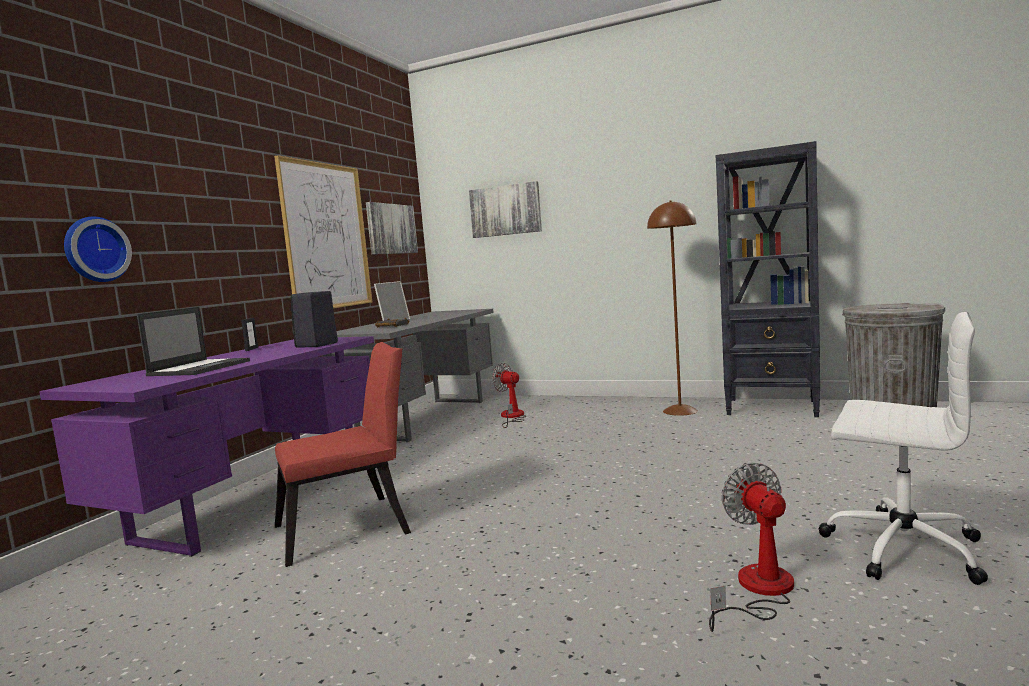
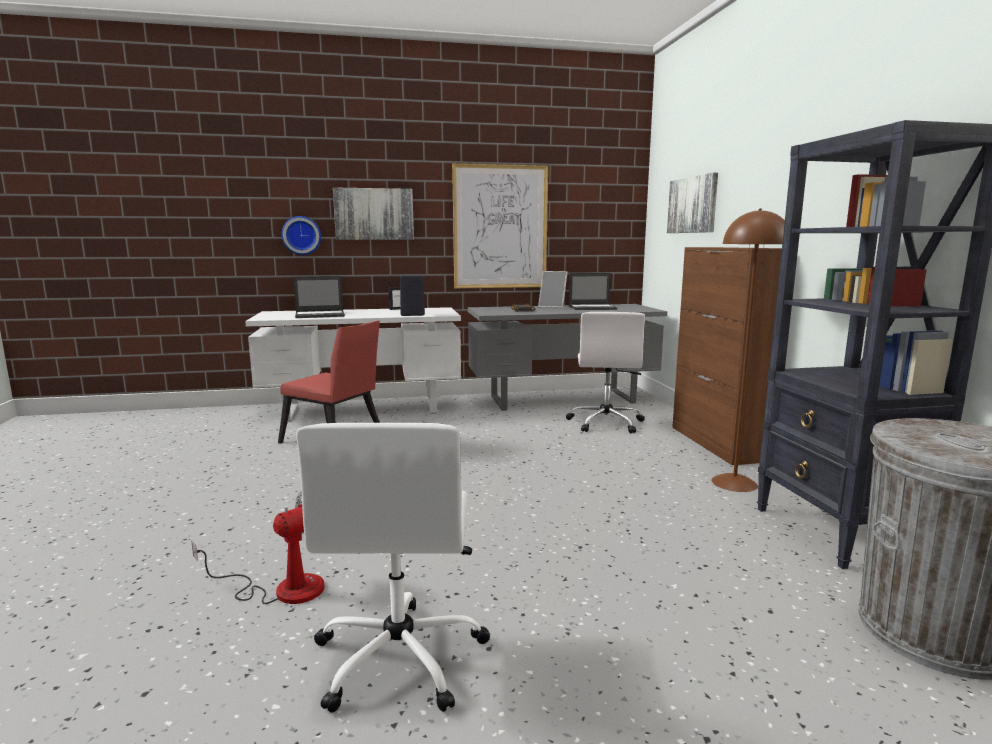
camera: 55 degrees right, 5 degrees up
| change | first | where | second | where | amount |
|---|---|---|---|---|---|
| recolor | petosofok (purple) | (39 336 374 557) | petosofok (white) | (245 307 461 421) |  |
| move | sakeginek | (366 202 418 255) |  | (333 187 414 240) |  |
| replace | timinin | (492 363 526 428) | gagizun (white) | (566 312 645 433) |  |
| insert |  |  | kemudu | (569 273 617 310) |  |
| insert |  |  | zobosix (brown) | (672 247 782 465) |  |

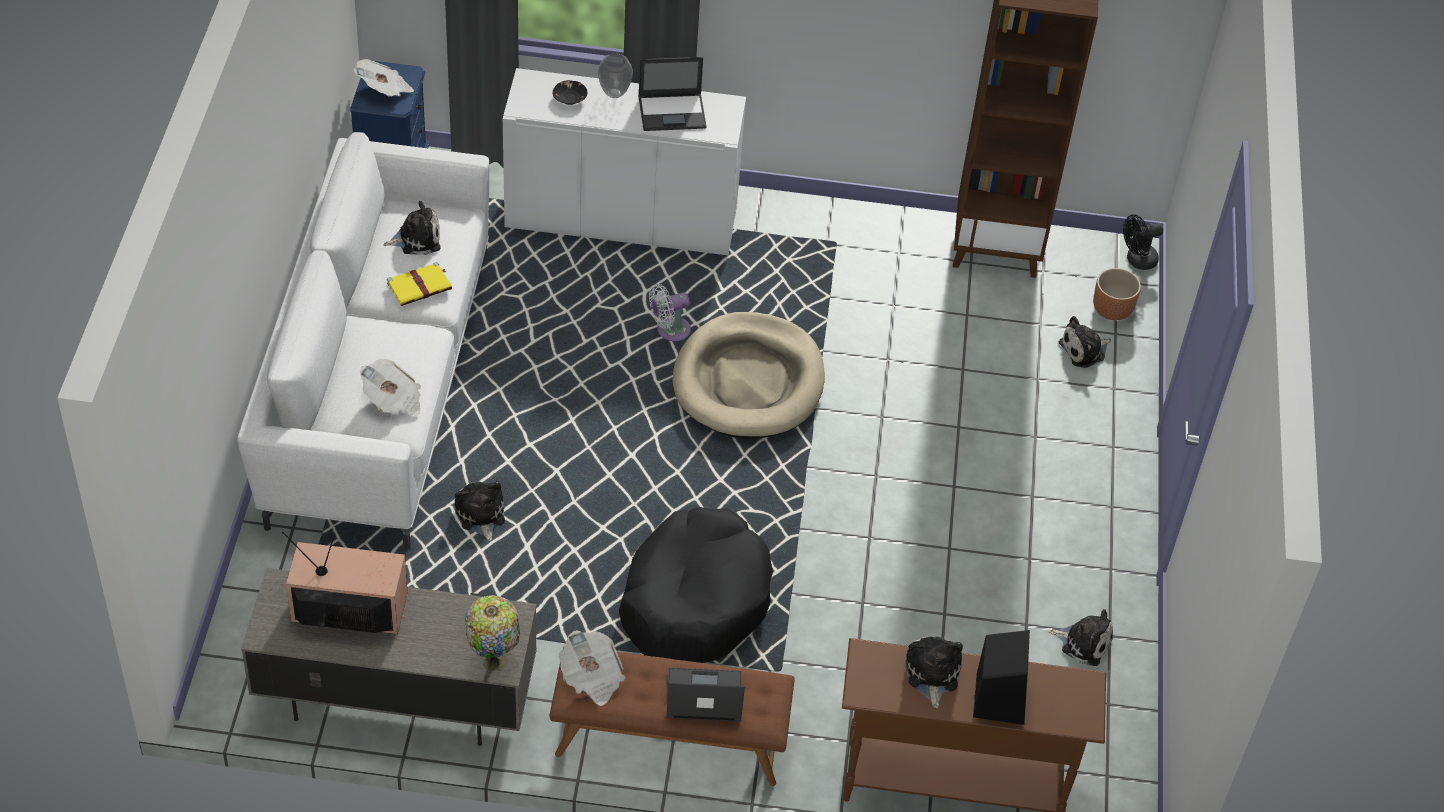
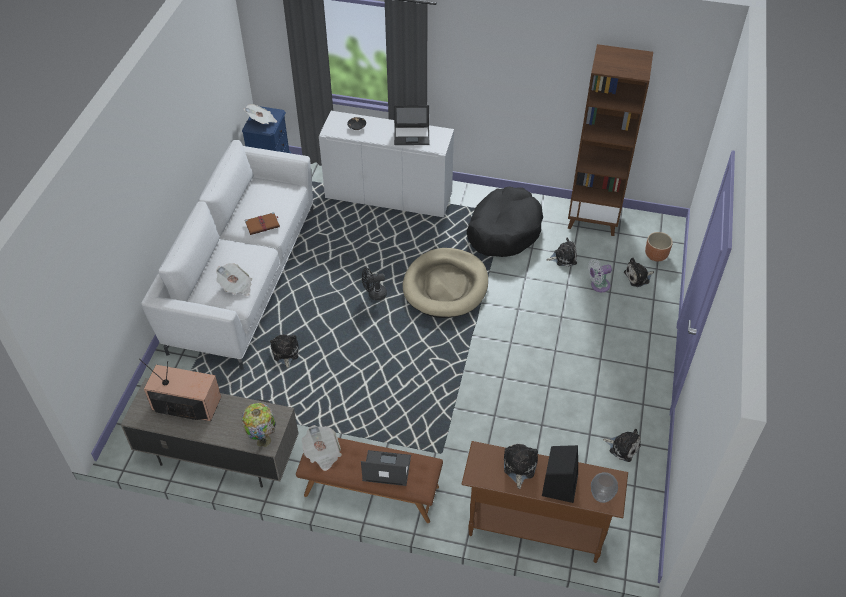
camera: 10 degrees right, 0 degrees up
| change | first | where | second | where | amount |
|---|---|---|---|---|---|
| recolor | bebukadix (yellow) | (387 262 452 306) | bebukadix (brown) | (245 212 280 235) |  |
| move | timinin (black) | (1123 214 1164 270) |  | (362 268 387 300) |  |
| move | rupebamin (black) | (619 507 773 663) |  | (467 187 543 257) |  |
| move | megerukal | (383 201 441 255) |  | (546 237 577 266) |  |
| move | timinin (white) | (649 284 691 341) |  | (588 259 612 292) |  |
| move | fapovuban | (598 54 633 98) |  | (591 472 618 503) |  |

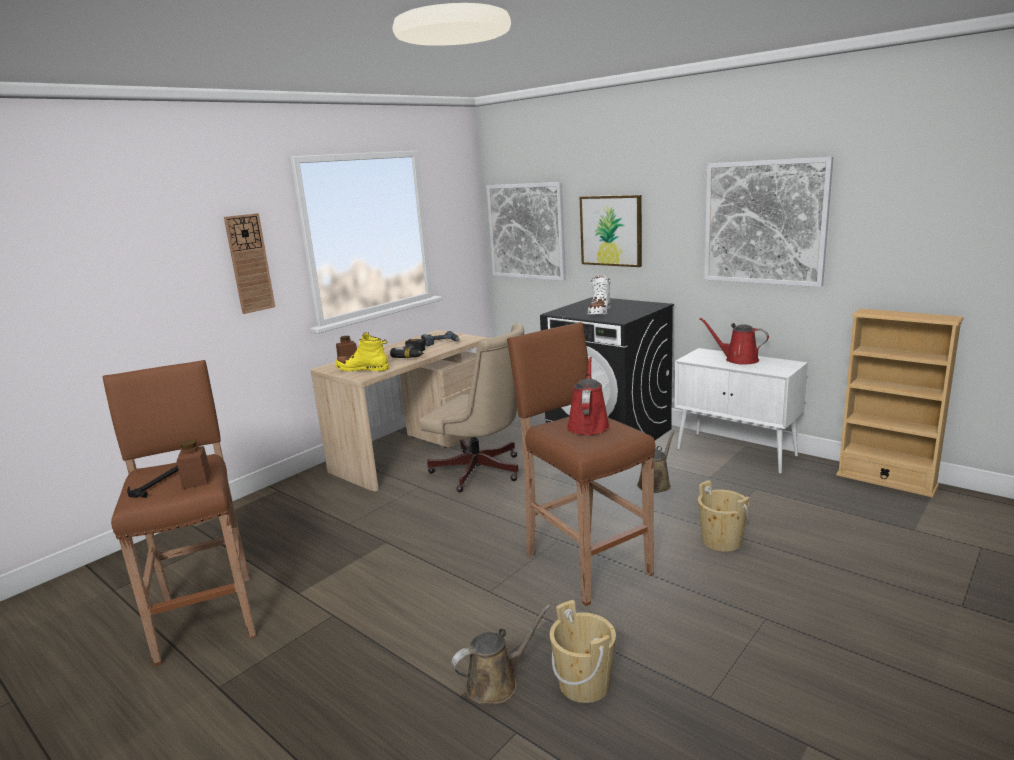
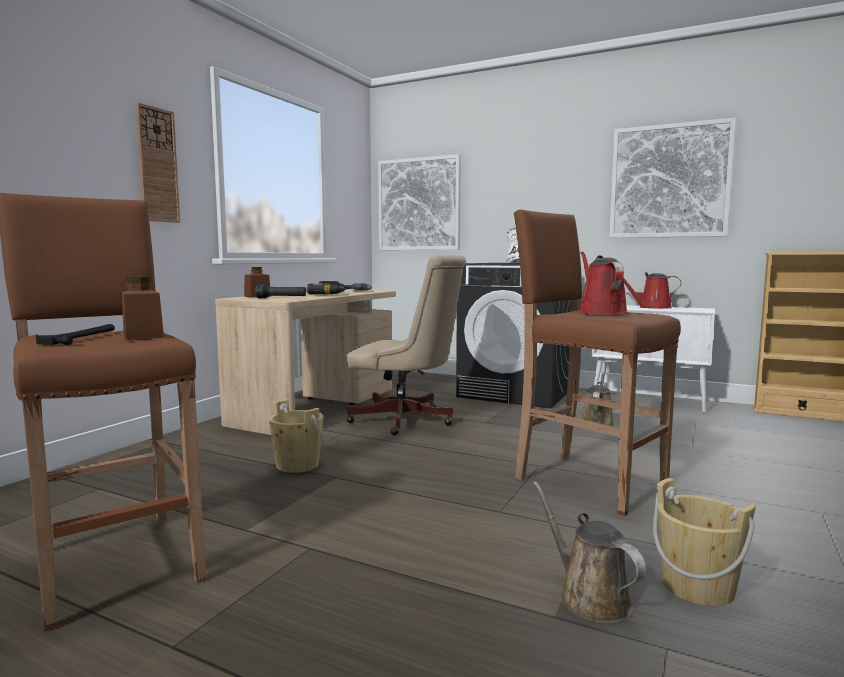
camera: 15 degrees left, 10 degrees down
| change | first | where | second | where | amount |
|---|---|---|---|---|---|
| replace | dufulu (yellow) | (335 332 389 371) | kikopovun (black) | (256 284 306 299) |  |
| move | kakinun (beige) | (698 480 750 552) |  | (269 399 324 473) |  |
| rotate | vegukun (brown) | (451 605 551 704) |  | (533 481 646 623) | 75 degrees counterclockwise |
| delete | sakeginek | (580 195 642 267) |  |  |  |

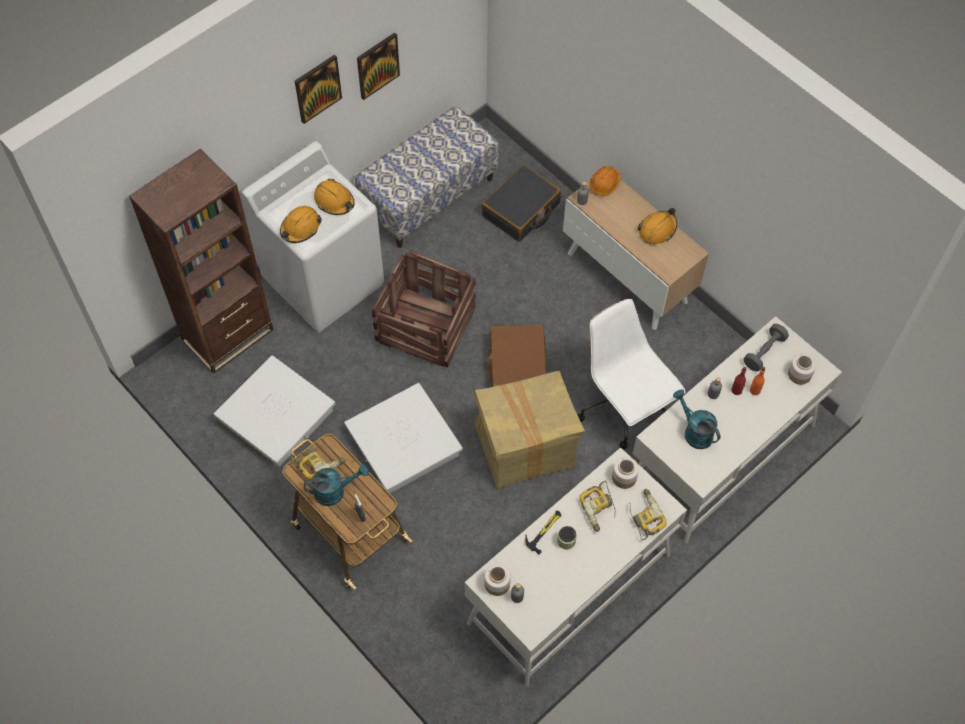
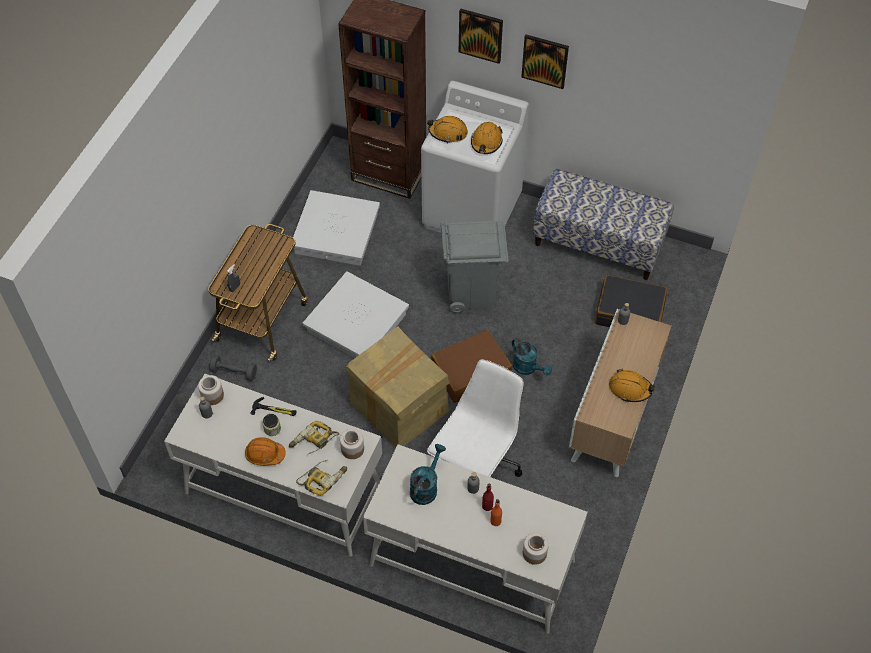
camera: 65 degrees right, 5 degrees down
| change | first | where | second | where | amount |
|---|---|---|---|---|---|
| move | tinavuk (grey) | (744 324 789 371) |  | (209 355 257 381) |  |
| move | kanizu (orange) | (589 166 621 196) |  | (245 437 286 466) |  |
| replace | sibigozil | (372 251 476 367) | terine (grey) | (440 221 509 314) |  |
| move | sakeginek | (357 32 400 100) |  | (459 9 503 64) |  |
| move | vegukun (turquoise) | (304 464 369 506) |  | (512 338 552 376) |  |
| delete | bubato | (291 446 346 479) |  |  |  |

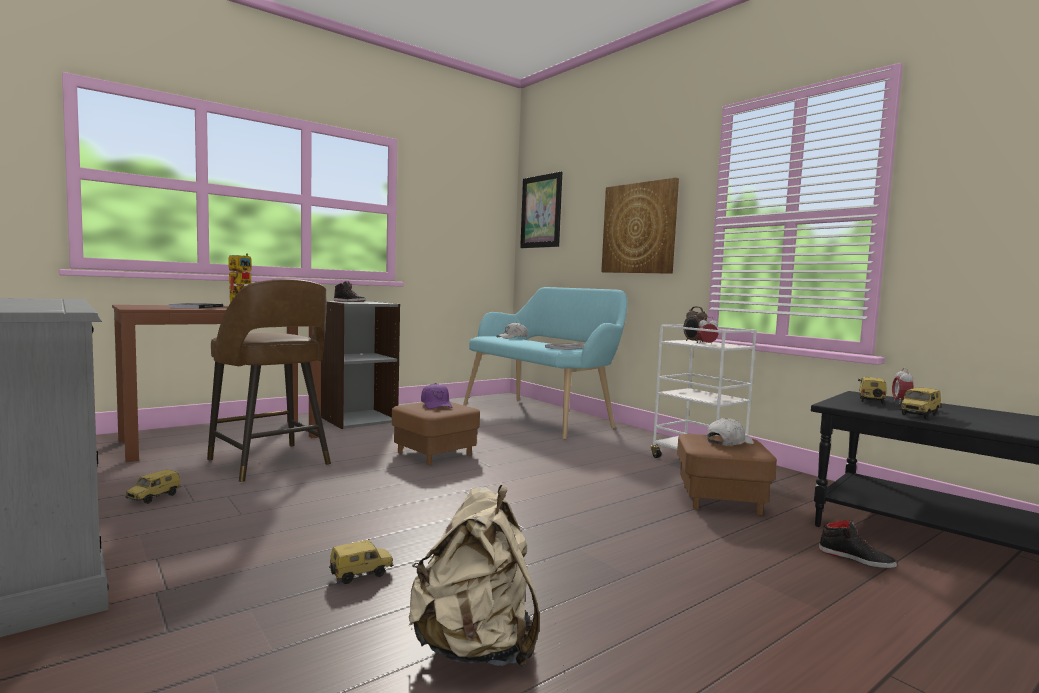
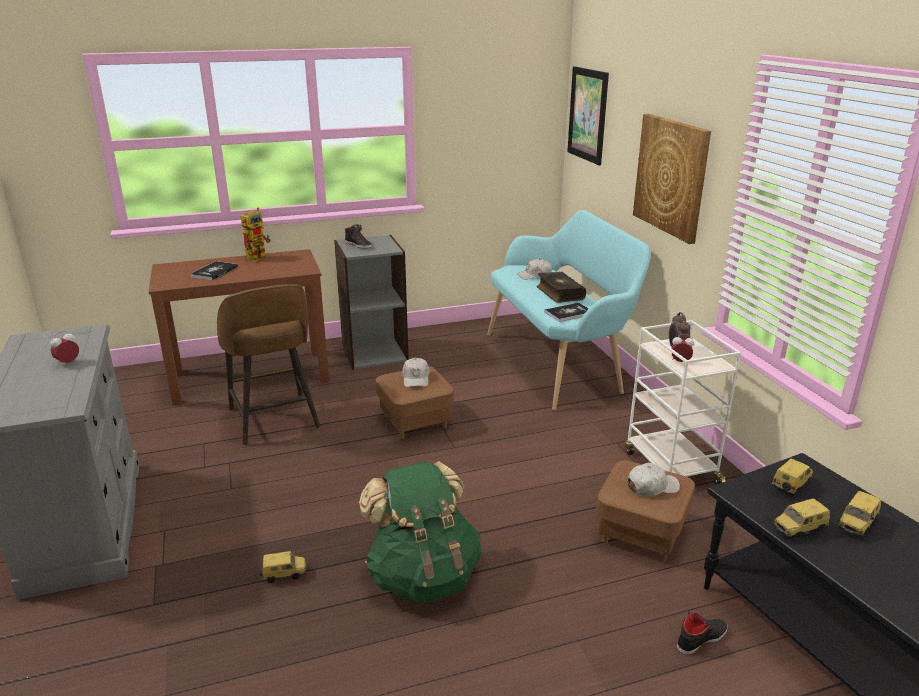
camera: 20 degrees right, 20 degrees up
| change | first | where | second | where | amount |
|---|---|---|---|---|---|
| move | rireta | (892 368 914 404) |  | (50 331 79 364) |  |
| insert |  |  | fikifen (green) | (359 461 481 603) |  |
| recolor | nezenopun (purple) | (421 383 452 409) | nezenopun (white) | (402 358 429 387) |  |
| insert |  |  | bebukadix | (537 272 586 303) |  |
| rotate | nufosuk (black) | (819 520 897 568) |  | (677 611 728 655) | 90 degrees counterclockwise |
| move | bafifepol | (125 470 181 504) |  | (838 491 881 537) |  |
| delete | fikifen (beige) | (409 485 540 667) |  |  |  |

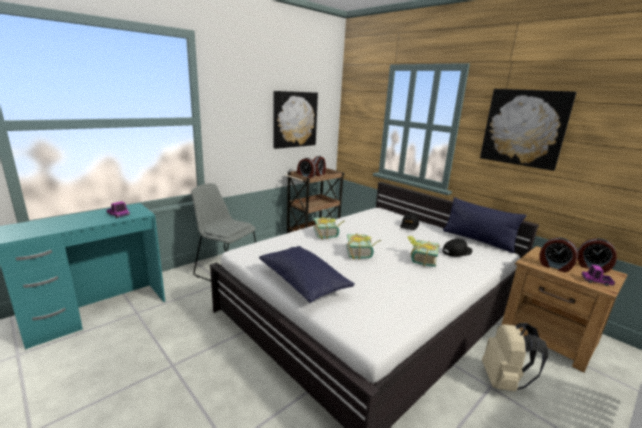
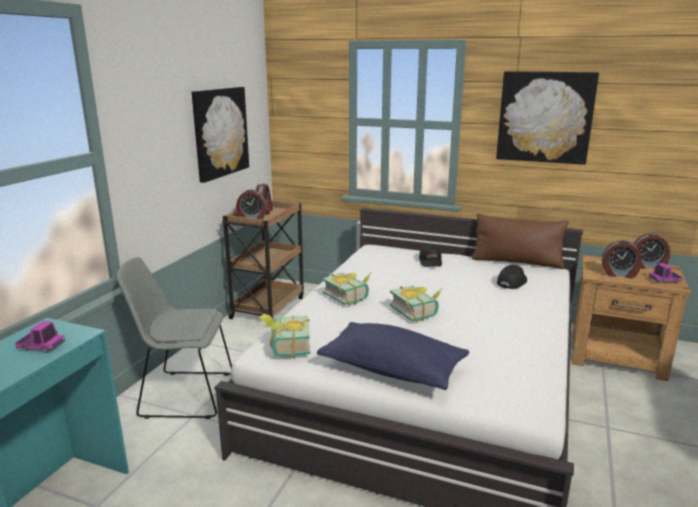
camera: 25 degrees left, 0 degrees up
| change | first | where | second | where | amount |
|---|---|---|---|---|---|
| move | bebukadix | (407 236 440 267) |  | (259 314 310 358) |  |
| recolor | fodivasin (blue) | (443 197 526 253) | fodivasin (brown) | (472 213 569 269) |  |
| delete | fikifen (beige) | (482 323 548 392) |  |  |  |

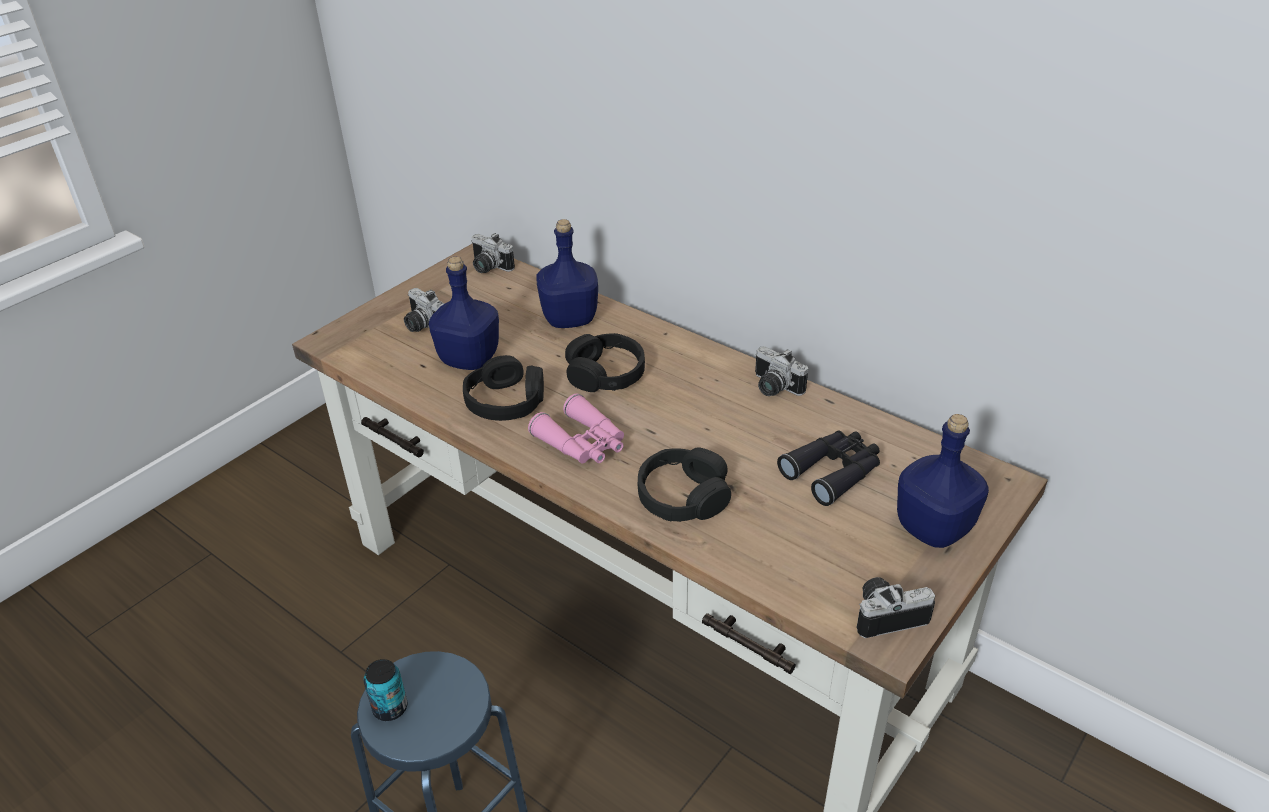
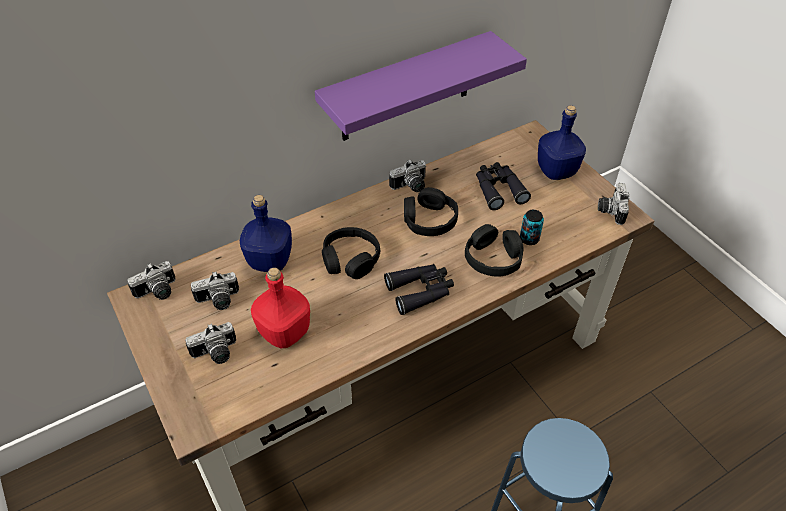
camera: 70 degrees left, 10 degrees up
| change | first | where | second | where | amount |
|---|---|---|---|---|---|
| insert |  |  | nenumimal | (191 272 239 310) |  |
| recolor | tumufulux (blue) | (429 257 499 370) | tumufulux (red) | (251 267 310 348) |  |
| insert |  |  | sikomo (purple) | (315 31 527 141) |  |
| recolor | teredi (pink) | (528 394 624 463) | teredi (black) | (384 264 454 315) |  |
| move | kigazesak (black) | (463 355 544 421) |  | (404 187 458 236) |  |
| move | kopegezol | (364 659 408 721) |  | (520 210 544 245) |  |

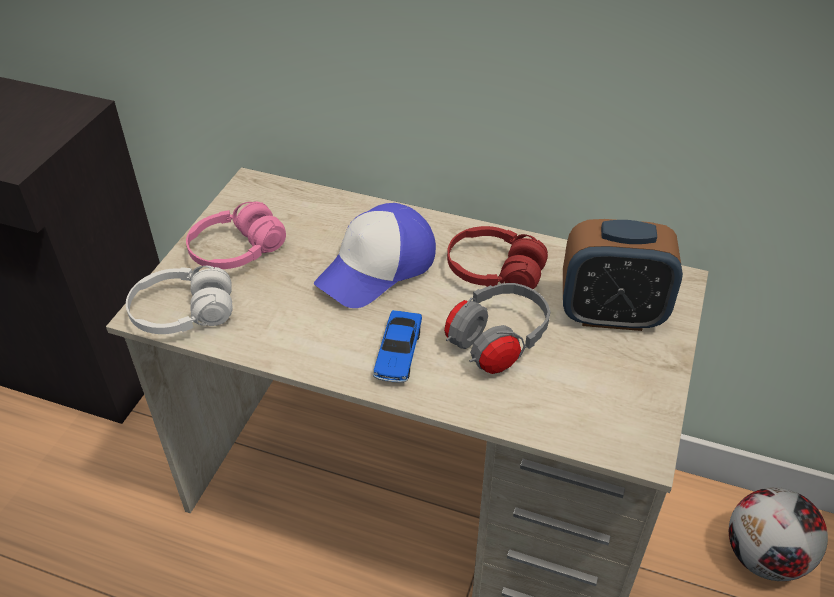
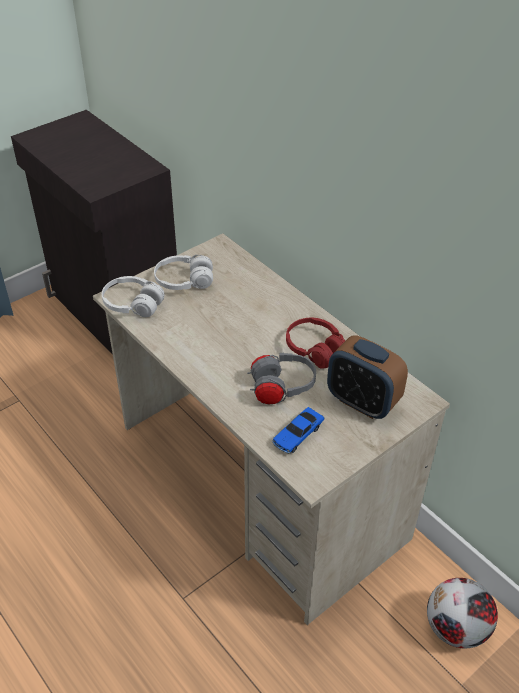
camera: 30 degrees right, 0 degrees up
| change | first | where | second | where | amount |
|---|---|---|---|---|---|
| recolor | kigazesak (pink) | (186 202 286 269) | kigazesak (white) | (154 255 213 290) |  |
| move | bafifepol | (373 310 422 383) |  | (272 407 324 453) |  |
| delete | nezenopun | (314 203 436 308) |  |  |  |

